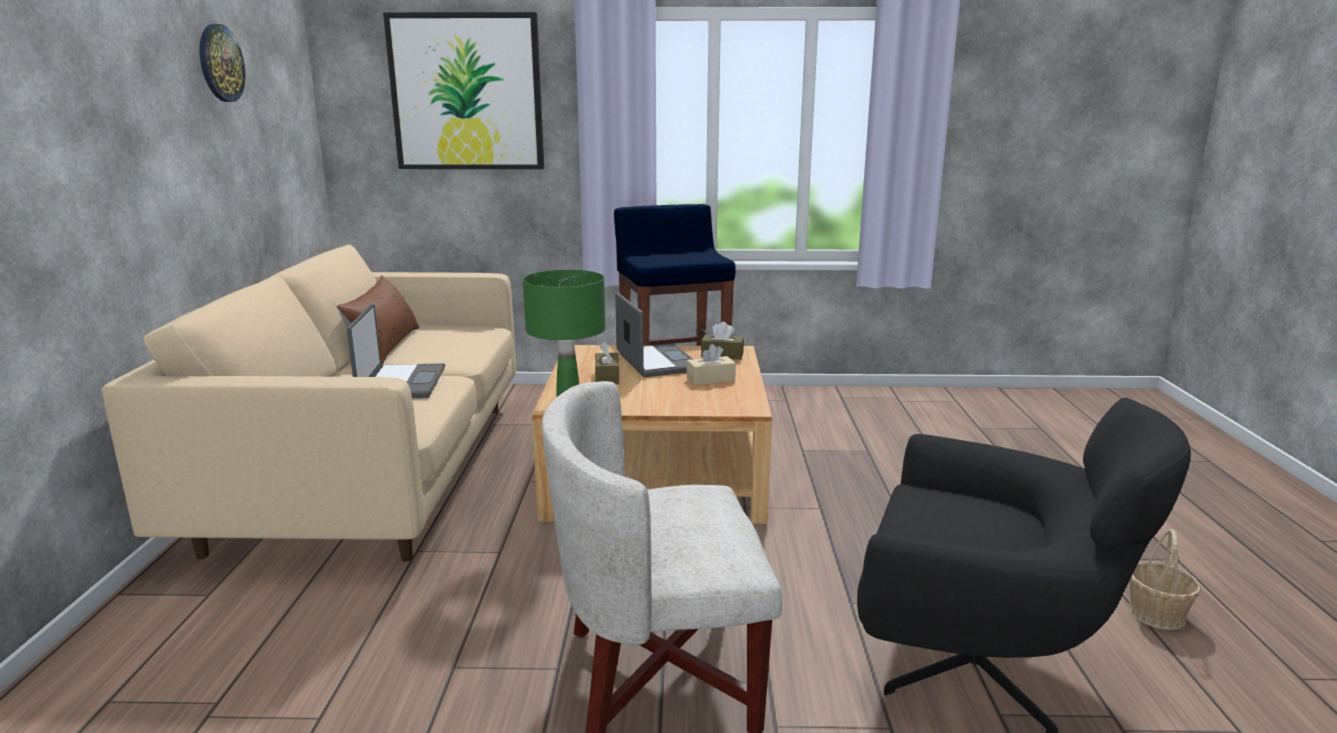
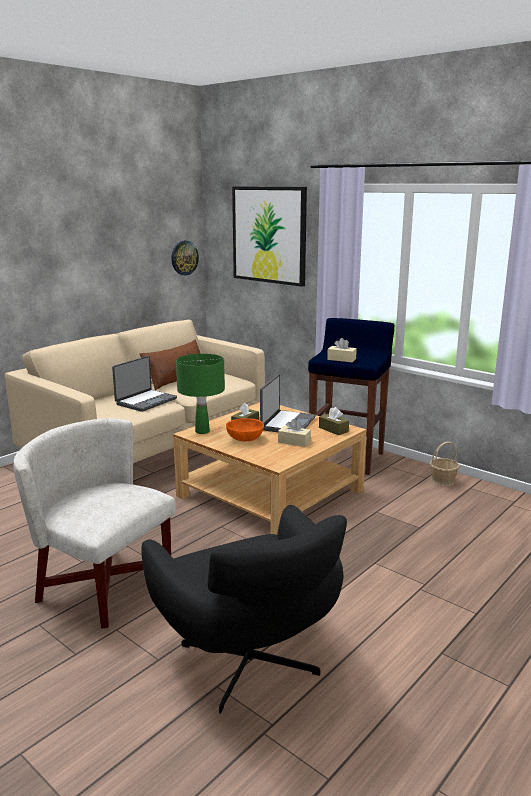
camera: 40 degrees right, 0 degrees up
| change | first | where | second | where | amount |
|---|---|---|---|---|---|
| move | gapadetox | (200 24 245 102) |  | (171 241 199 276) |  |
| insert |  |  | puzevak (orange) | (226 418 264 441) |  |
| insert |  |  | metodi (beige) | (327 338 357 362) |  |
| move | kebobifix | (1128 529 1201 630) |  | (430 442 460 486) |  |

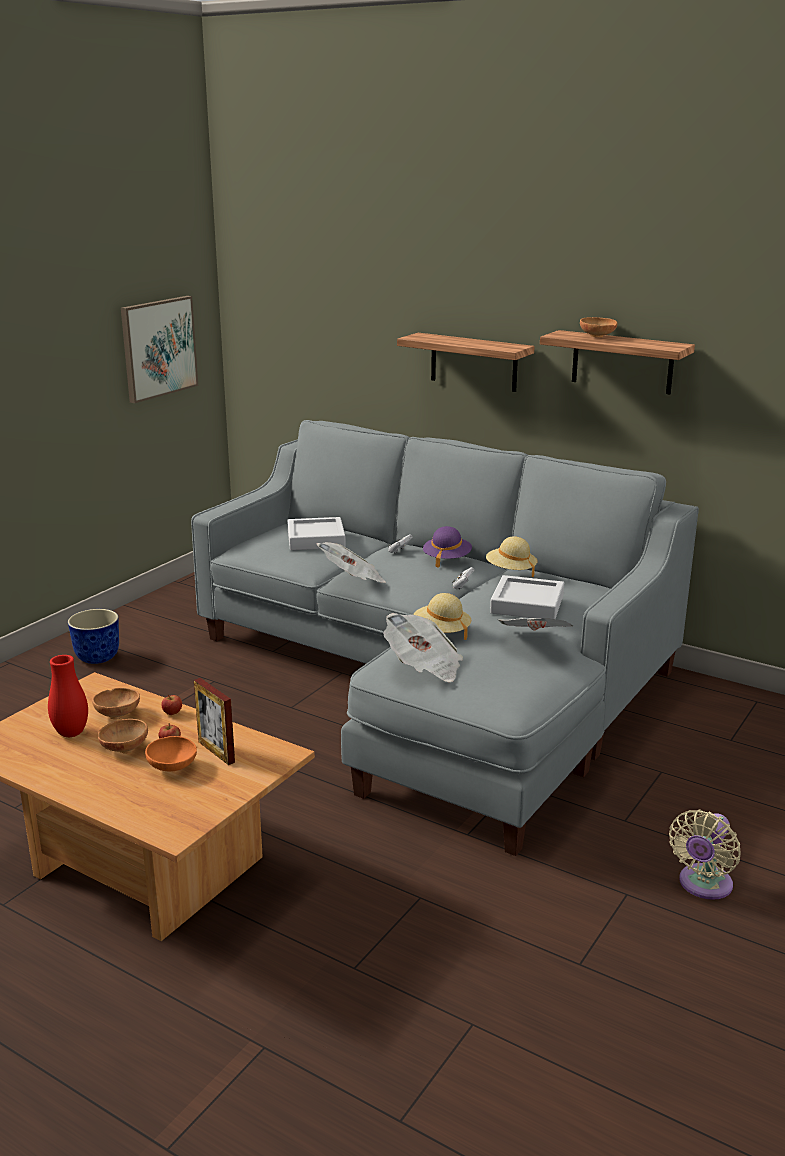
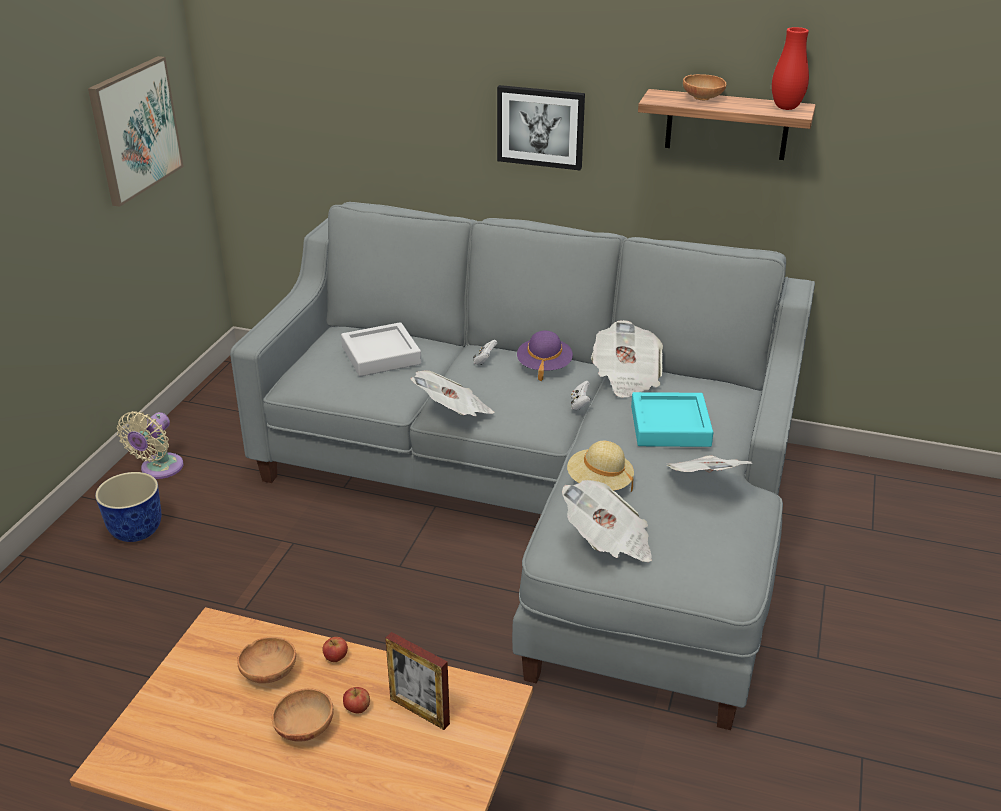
camera: 15 degrees left, 10 degrees up
| change | first | where | second | where | amount |
|---|---|---|---|---|---|
| move | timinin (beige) | (669 809 741 900) |  | (117 411 183 479) |  |
| replace | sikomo | (397 333 535 392) | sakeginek | (497 85 585 170) |  |
| replace | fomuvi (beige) | (486 536 537 577) | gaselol | (591 320 663 398) |  |
| recolor | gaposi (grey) | (490 575 564 619) | gaposi (turquoise) | (631 392 713 447) |  |
| move | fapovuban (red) | (48 655 88 737) |  | (772 27 809 110) |  |
| delete | puzevak (orange) | (145 736 197 771) |  |  |  |

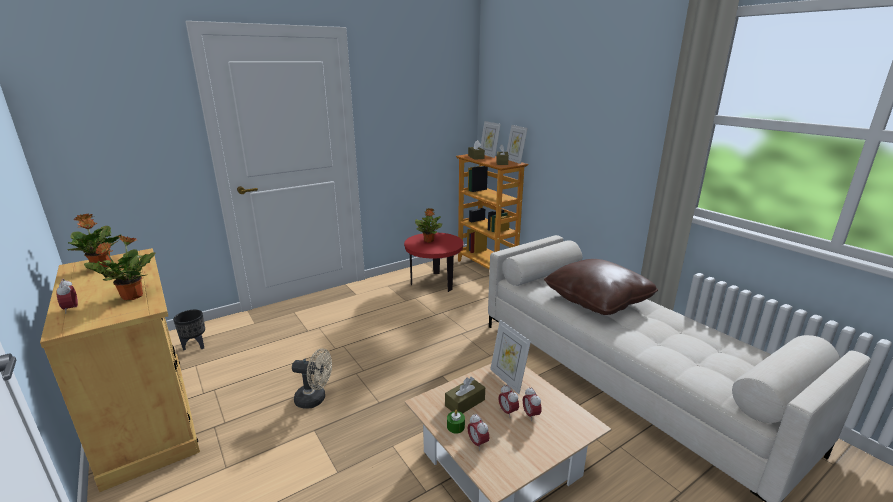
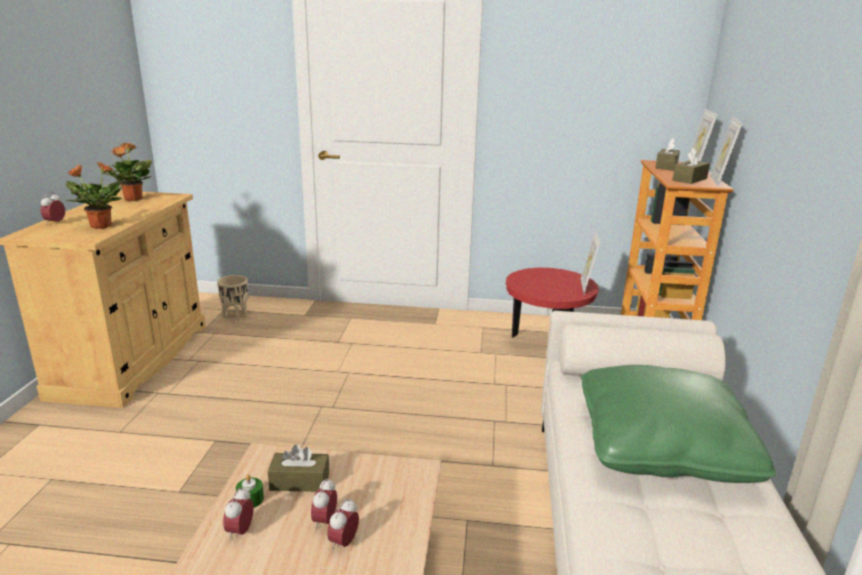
camera: 40 degrees right, 0 degrees up
| change | first | where | second | where | amount |
|---|---|---|---|---|---|
| recolor | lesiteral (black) | (173 310 205 351) | lesiteral (beige) | (217 275 248 321) |  |
| move | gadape | (490 320 531 394) |  | (581 230 600 294) |  |
| recolor | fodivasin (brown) | (544 259 658 315) | fodivasin (green) | (581 365 776 483) |  |
| delete | timinin (beige) | (292 348 332 409) |  |  |  |
| delete | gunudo | (415 208 442 243) |  |  |  |

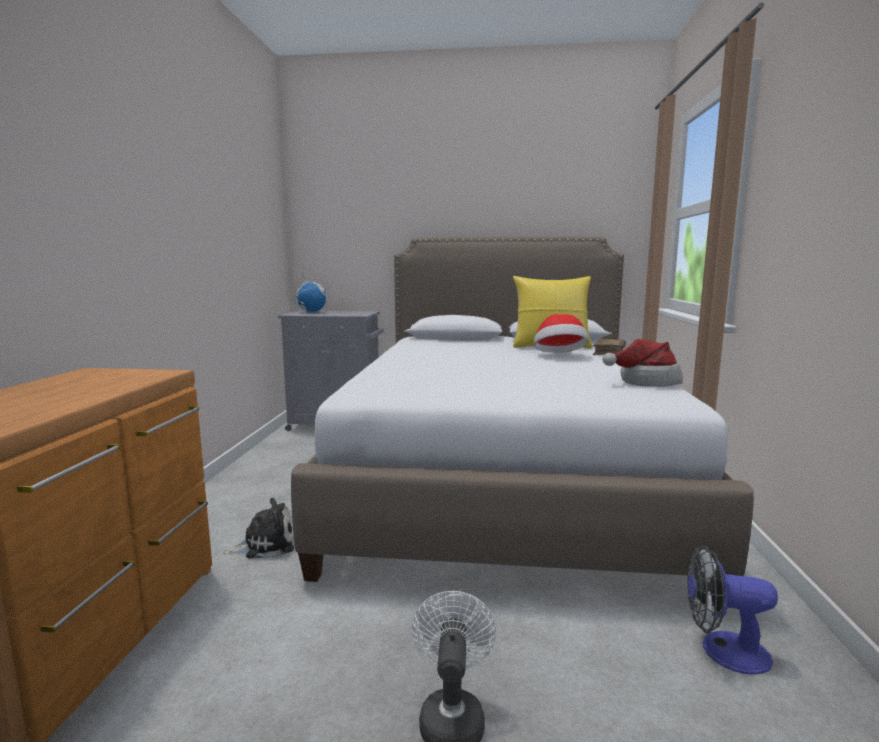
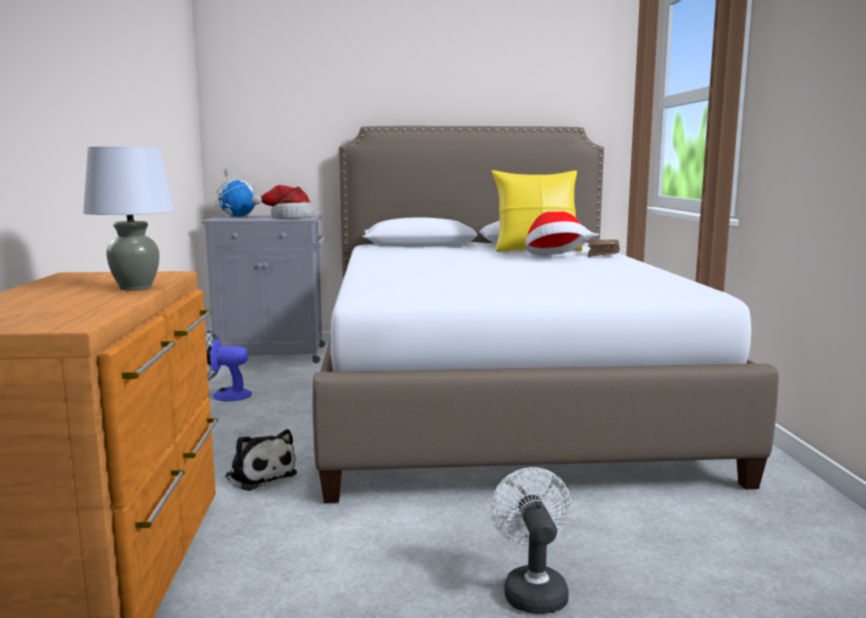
camera: 10 degrees left, 0 degrees up
| change | first | where | second | where | amount |
|---|---|---|---|---|---|
| insert |  |  | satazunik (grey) | (83 146 174 290) |  |
| move | timinin | (687 545 778 675) |  | (205 330 252 401) |  |
| rotate | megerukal | (223 498 294 558) |  | (225 429 297 491) | 75 degrees clockwise |
| move | fomuvi | (602 339 683 387) |  | (252 185 314 219) |  |

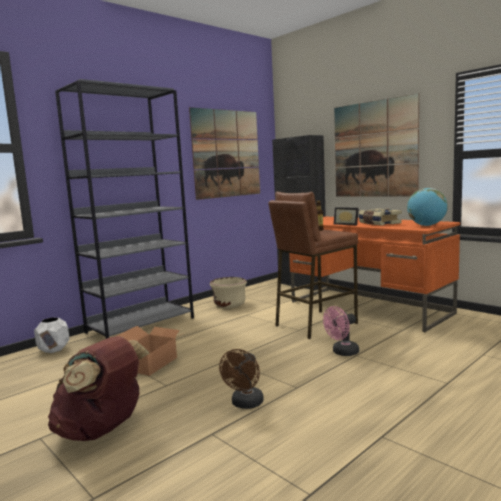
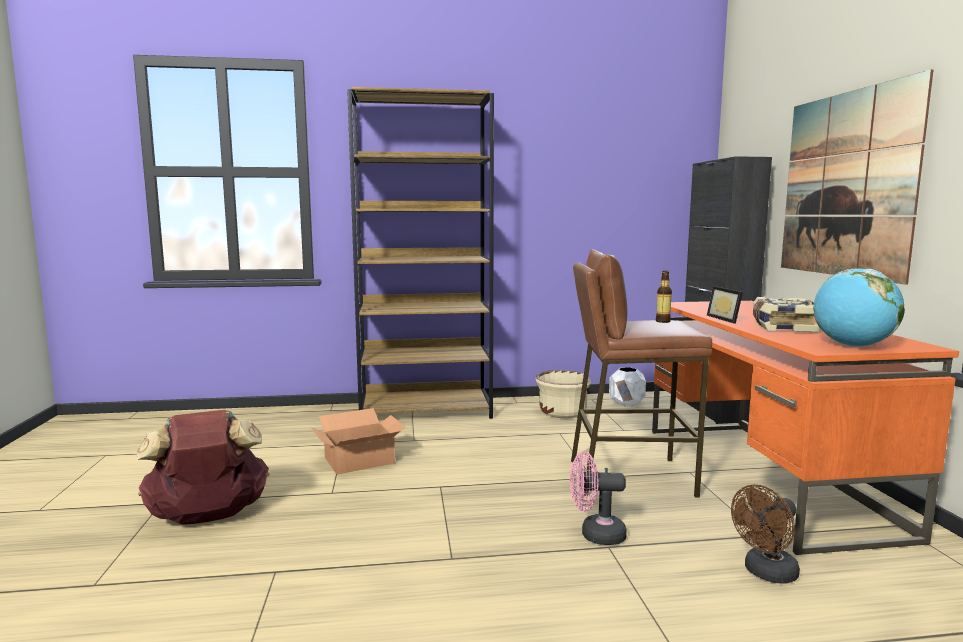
camera: 35 degrees right, 0 degrees up
| change | first | where | second | where | amount |
|---|---|---|---|---|---|
| recolor | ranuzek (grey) | (55 79 194 339) | ranuzek (brown) | (347 87 494 419) |  |
| move | lesiteral (white) | (34 317 70 353) |  | (609 367 646 406) |  |
| move | timinin (brown) | (219 349 264 409) |  | (731 485 800 583) |  |
| delete | sakeginek | (189 107 260 200) |  |  |  |

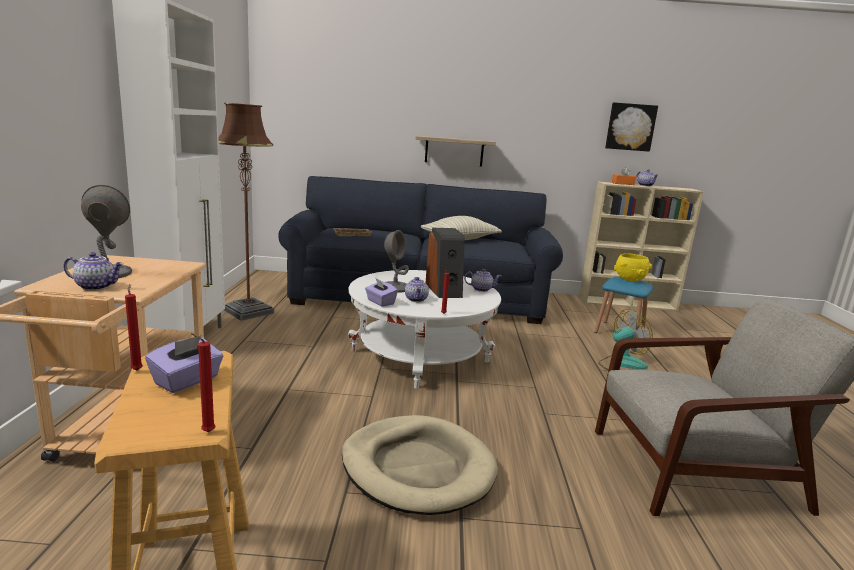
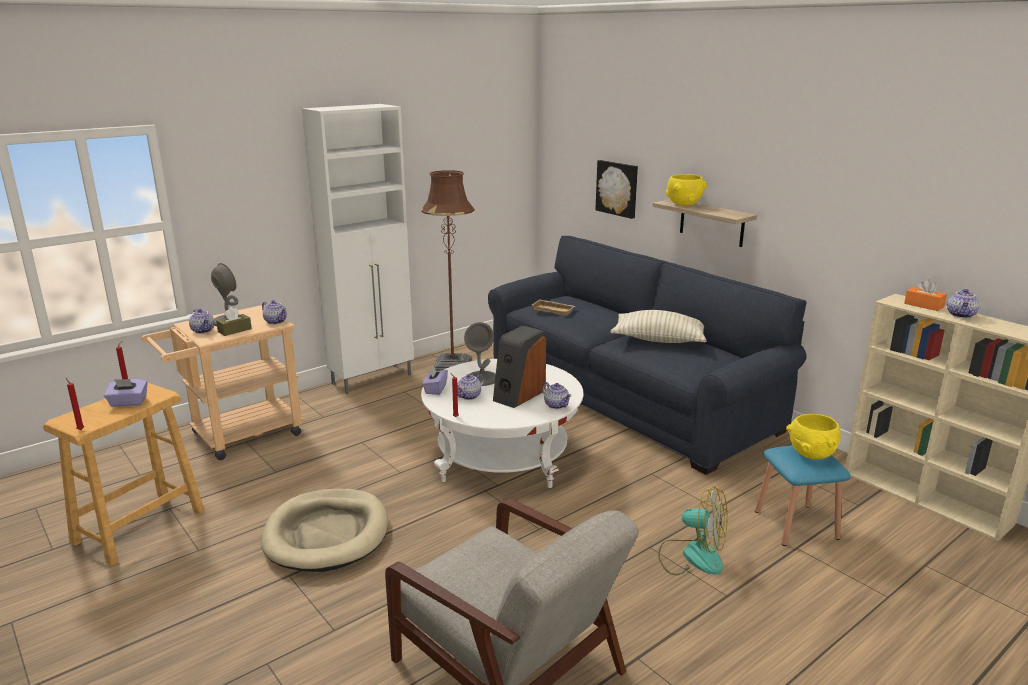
camera: 50 degrees right, 5 degrees up
| change | first | where | second | where | amount |
|---|---|---|---|---|---|
| insert |  |  | metodi (brown) | (216 307 252 336) |  |
| insert |  |  | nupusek | (262 300 287 324) |  |
| move | sakeginek | (605 102 658 152) |  | (595 160 638 219) |  |
| insert |  |  | puzevak (yellow) | (666 174 707 206) |  |

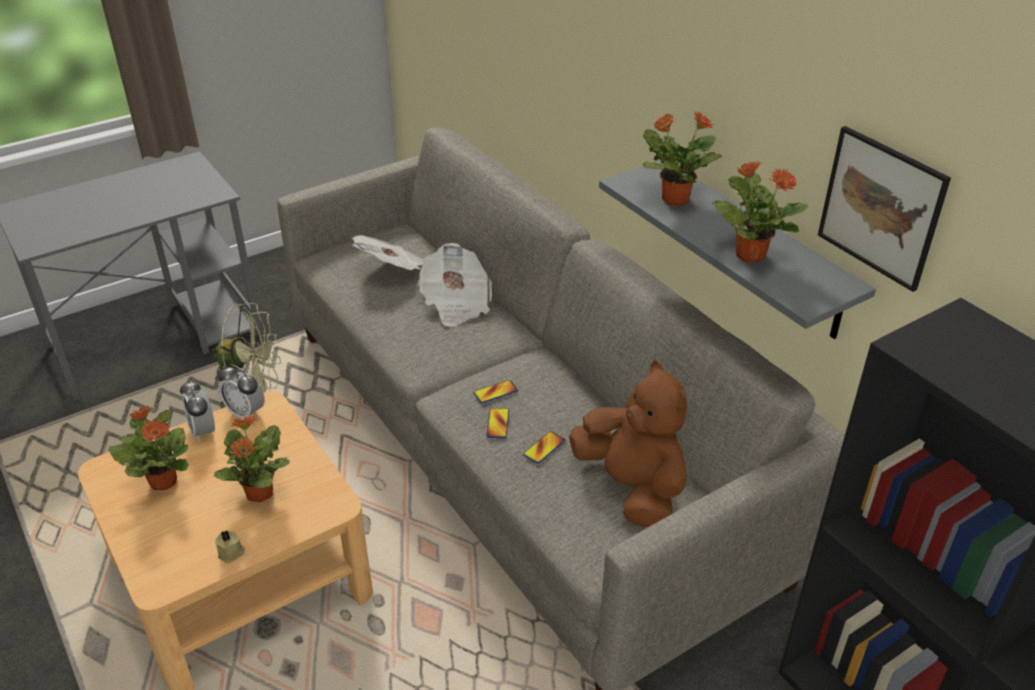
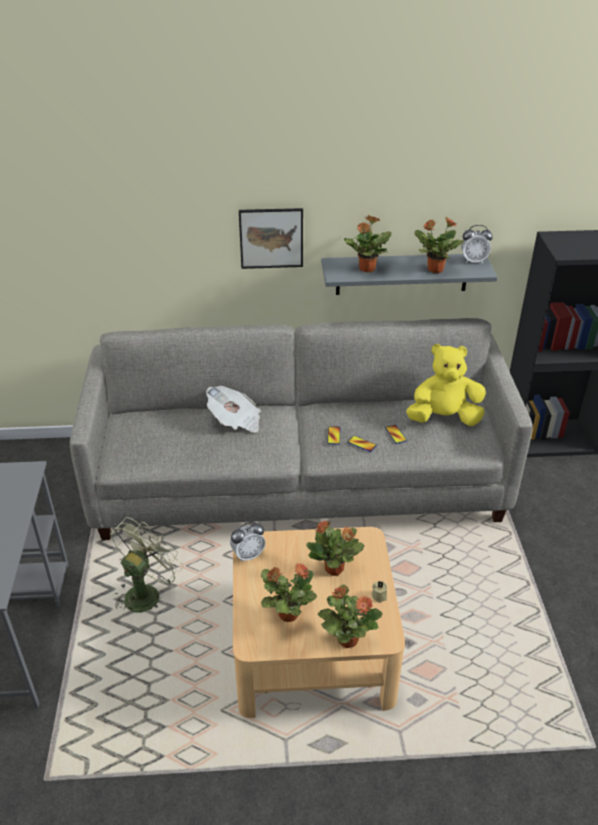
camera: 60 degrees left, 0 degrees up
| change | first | where | second | where | amount |
|---|---|---|---|---|---|
| move | sakeginek | (818 126 951 292) |  | (239 208 303 269) |  |
| insert |  |  | gunudo | (318 584 383 648) |  |
| recolor | megerukal (brown) | (569 360 687 527) | megerukal (yellow) | (406 344 486 426) |  |
| move | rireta | (180 380 215 441) |  | (461 225 493 264) |  |
| delete | gaselol | (352 235 423 270) |  |  |  |

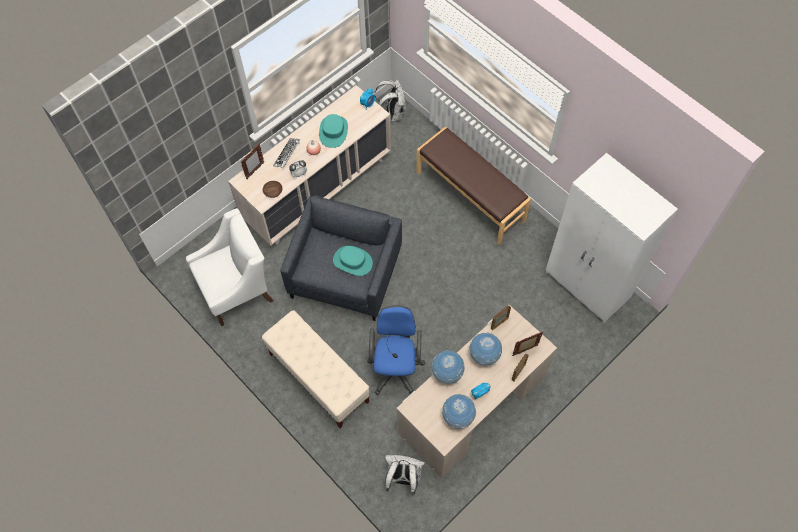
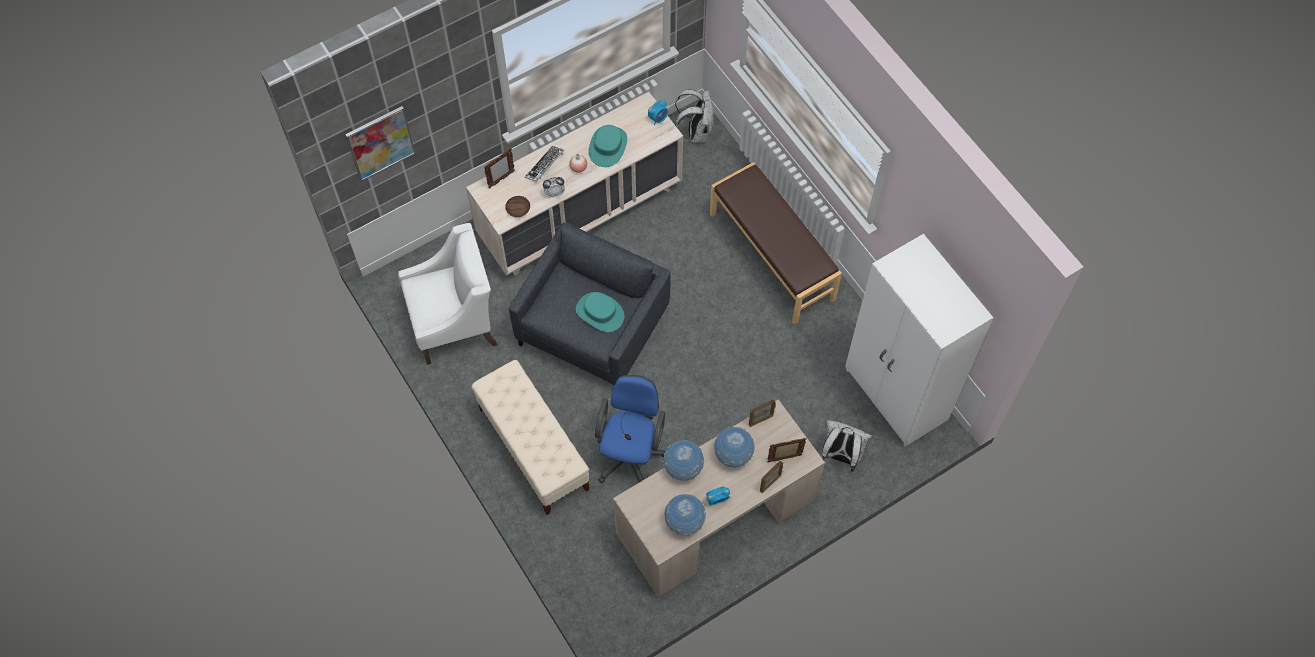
camera: 10 degrees right, 0 degrees up
| change | first | where | second | where | amount |
|---|---|---|---|---|---|
| insert |  |  | sakeginek | (345 106 415 181) |  |
| move | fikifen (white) | (385 455 425 495) |  | (822 420 872 472) |  |

